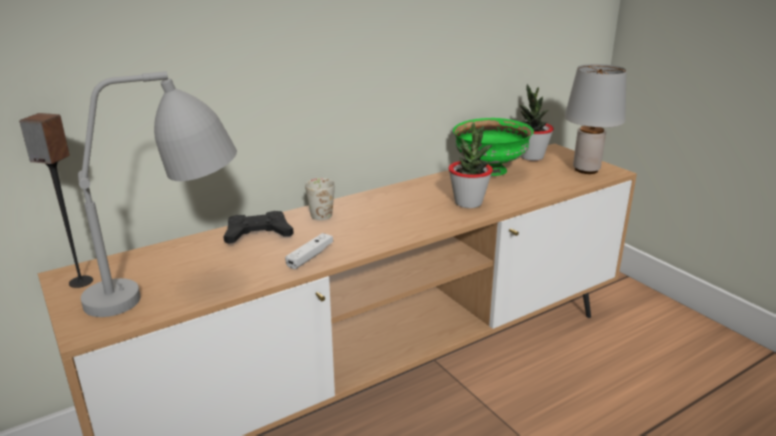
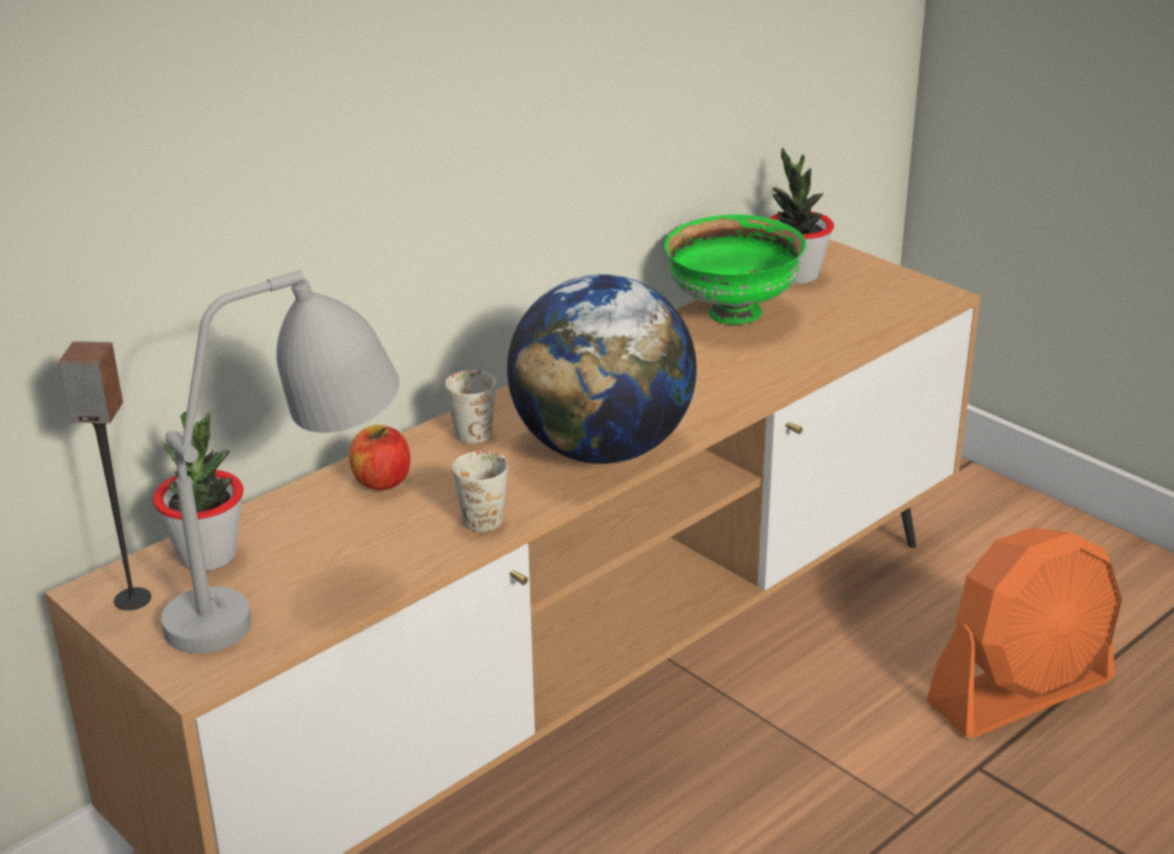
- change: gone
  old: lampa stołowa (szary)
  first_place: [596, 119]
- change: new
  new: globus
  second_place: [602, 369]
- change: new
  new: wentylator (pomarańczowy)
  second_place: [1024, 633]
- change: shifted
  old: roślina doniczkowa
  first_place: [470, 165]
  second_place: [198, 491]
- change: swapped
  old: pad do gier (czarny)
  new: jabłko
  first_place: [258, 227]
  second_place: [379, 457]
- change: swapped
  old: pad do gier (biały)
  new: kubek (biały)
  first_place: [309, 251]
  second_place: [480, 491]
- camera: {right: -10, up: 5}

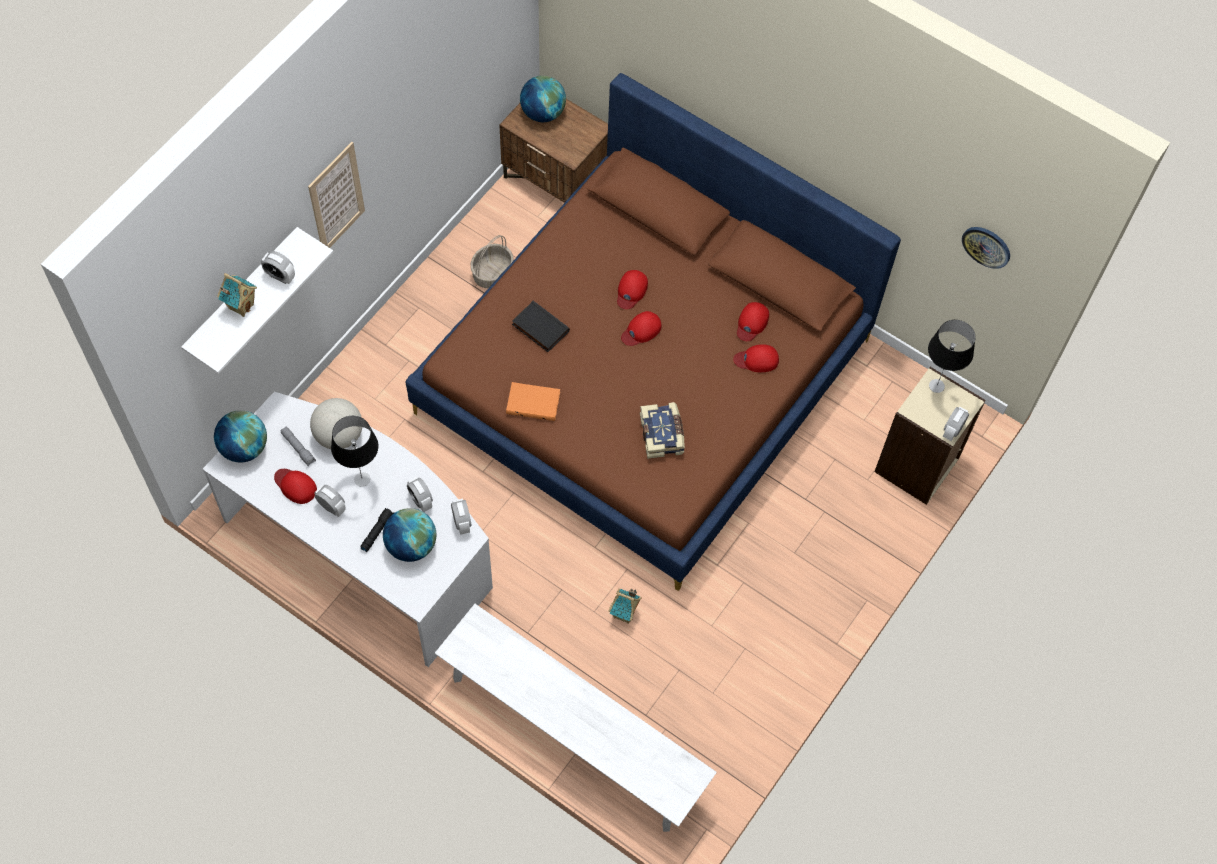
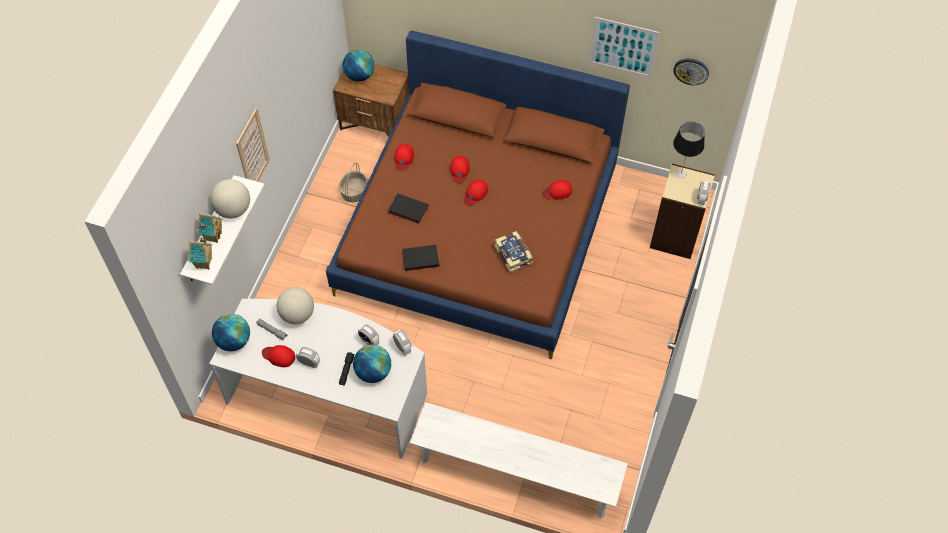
- change: gone
  old: lampa stołowa
  first_place: [354, 451]
- change: new
  new: obraz
  second_place: [624, 47]
- change: shifted
  old: domek
  first_place: [625, 606]
  second_place: [200, 253]
- change: shifted
  old: czapka z daszkiem (czerwony)
  first_place: [753, 321]
  second_place: [404, 157]
- change: swapped
  old: budzik
  new: globus
  first_place: [278, 267]
  second_place: [230, 199]
- change: repainted
  old: książka (pomarańczowy)
  new: książka (czarny)
  first_place: [533, 401]
  second_place: [420, 258]
- camera: {right: -15, up: -5}

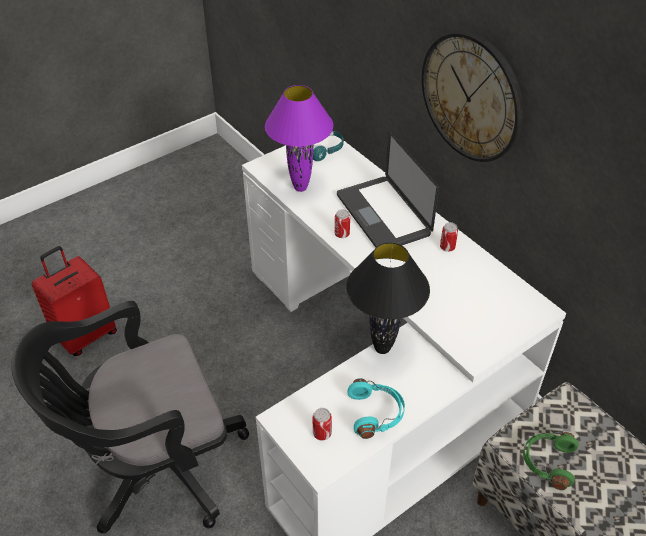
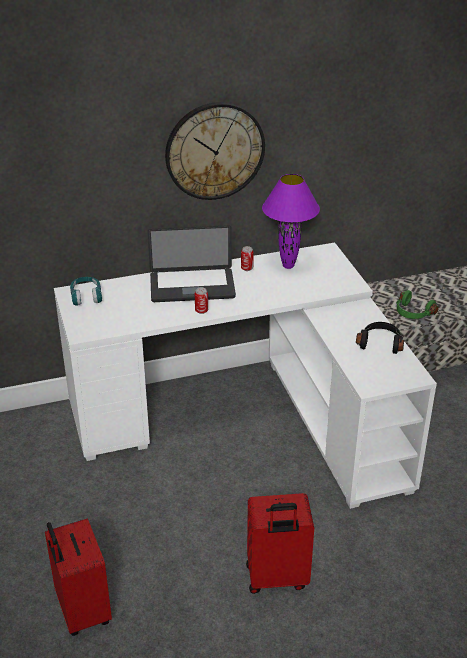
- change: gone
  old: puszka
  first_place: [322, 424]
- change: gone
  old: lampa stołowa (czarny)
  first_place: [388, 298]
- change: shifted
  old: lampa stołowa (fioletowy)
  first_place: [299, 138]
  second_place: [291, 221]
- change: swapped
  old: krzesło biurowe (czarny)
  new: walizka (czerwony)
  first_place: [130, 417]
  second_place: [280, 543]
- change: repainted
  old: słuchawki (turkusowy)
  new: słuchawki (czarny)
  first_place: [376, 408]
  second_place: [380, 338]
- camera: {right: -70, up: -10}

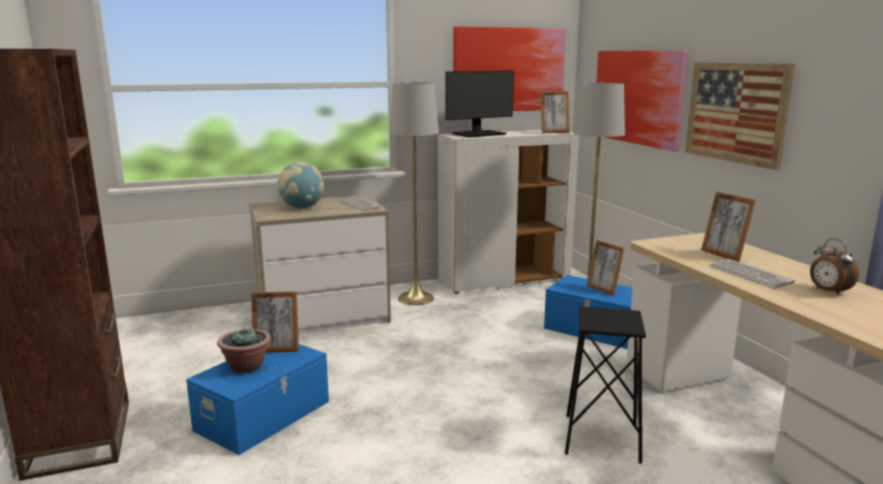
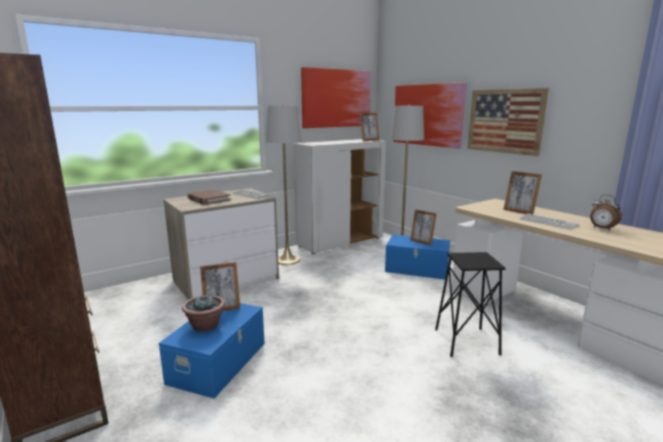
- change: gone
  old: monitor
  first_place: [479, 104]
- change: swapped
  old: globus
  new: książka (brązowy)
  first_place: [300, 185]
  second_place: [209, 197]
- camera: {right: -15, up: 0}

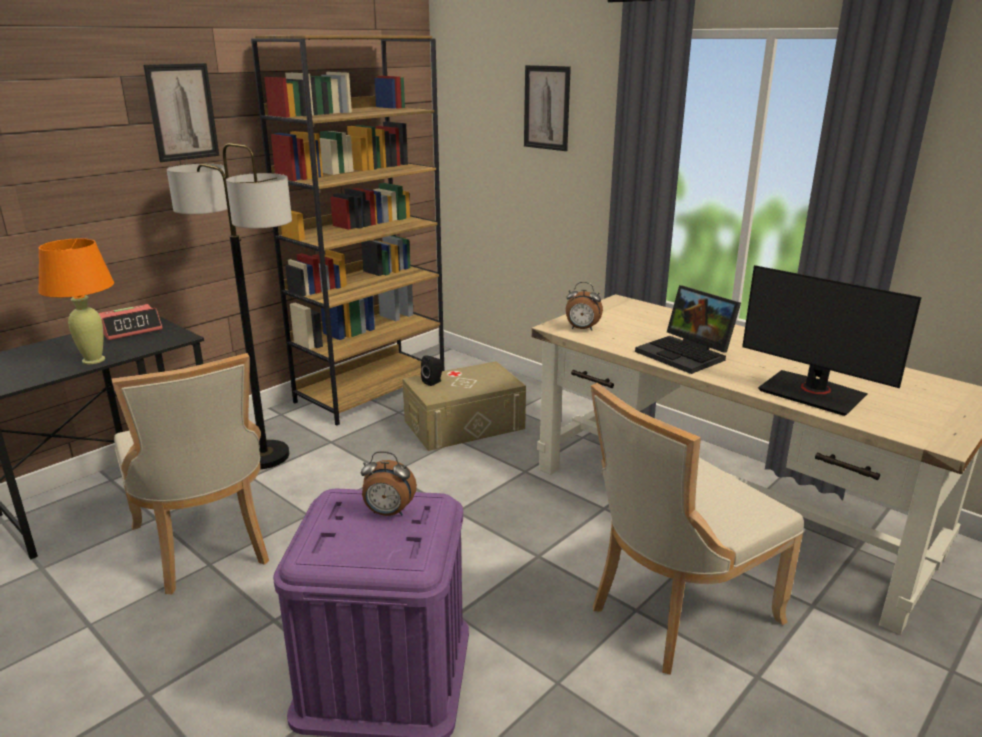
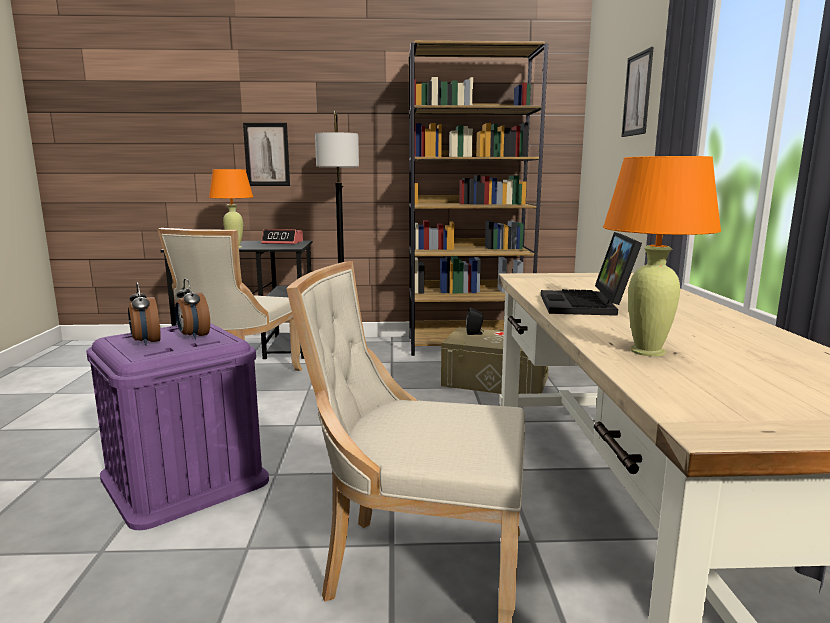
- change: shifted
  old: obraz
  first_place: [181, 112]
  second_place: [266, 154]
- change: shifted
  old: budzik
  first_place: [584, 306]
  second_place: [144, 314]
- change: swapped
  old: monitor
  new: lampa stołowa (pomarańczowy)
  first_place: [832, 340]
  second_place: [662, 256]
- camera: {right: 45, up: -10}

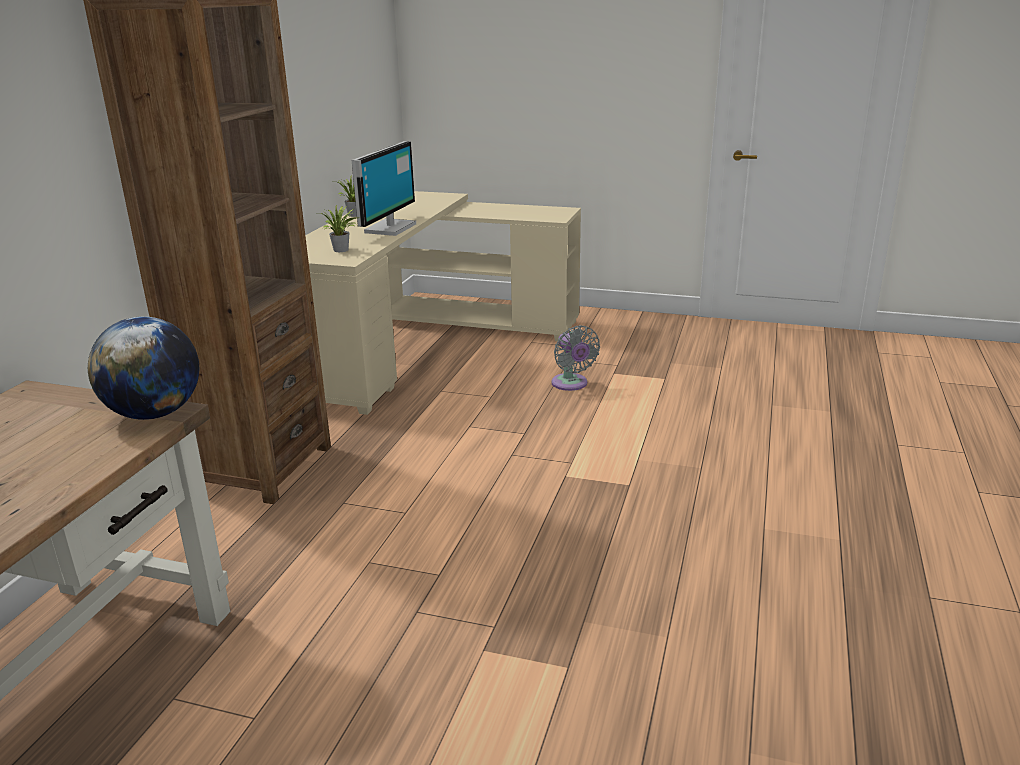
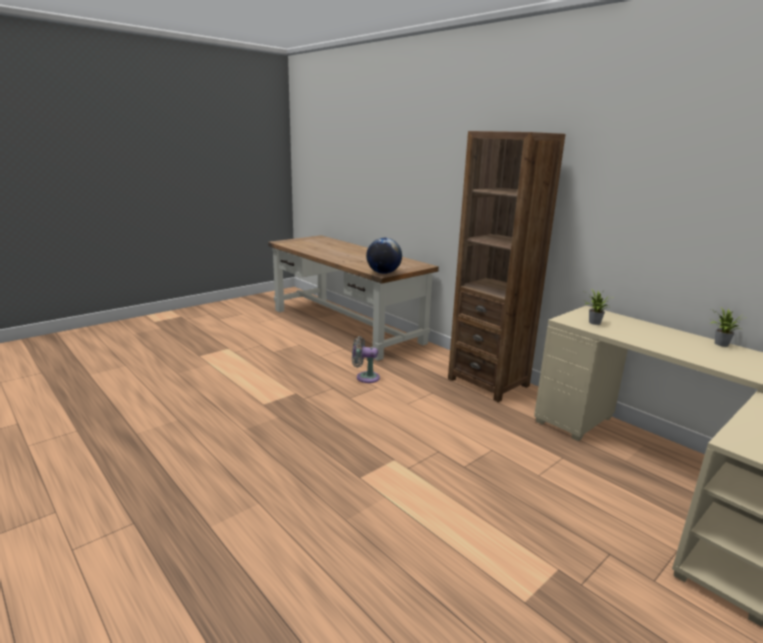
- change: gone
  old: monitor
  first_place: [384, 188]
- change: shifted
  old: wentylator (szary)
  first_place: [576, 358]
  second_place: [366, 359]
- camera: {right: 120, up: -5}

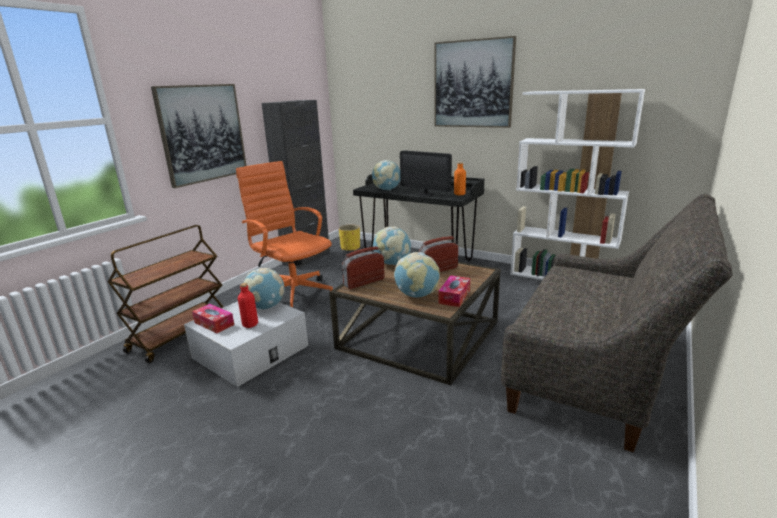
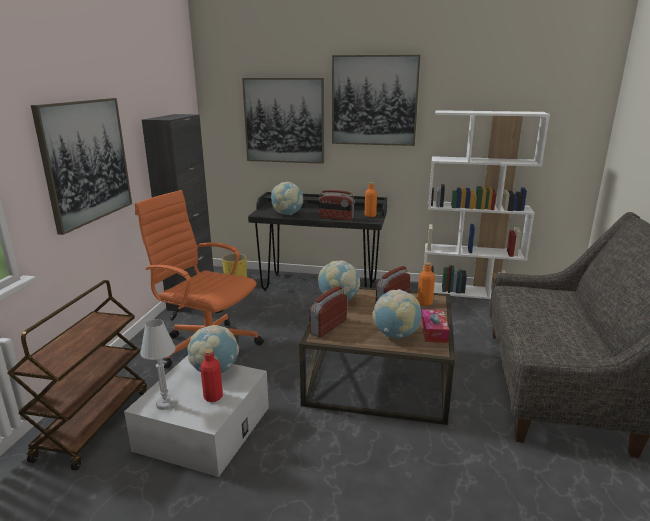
- change: new
  new: obraz
  second_place: [283, 121]
- change: new
  new: butelka (pomarańczowy)
  second_place: [426, 284]
- change: swapped
  old: pudełko chusteczek
  new: lampa stołowa (biały)
  first_place: [213, 319]
  second_place: [158, 364]
- change: swapped
  old: monitor
  new: radio
  first_place: [426, 173]
  second_place: [337, 205]
- camera: {right: -20, up: 0}

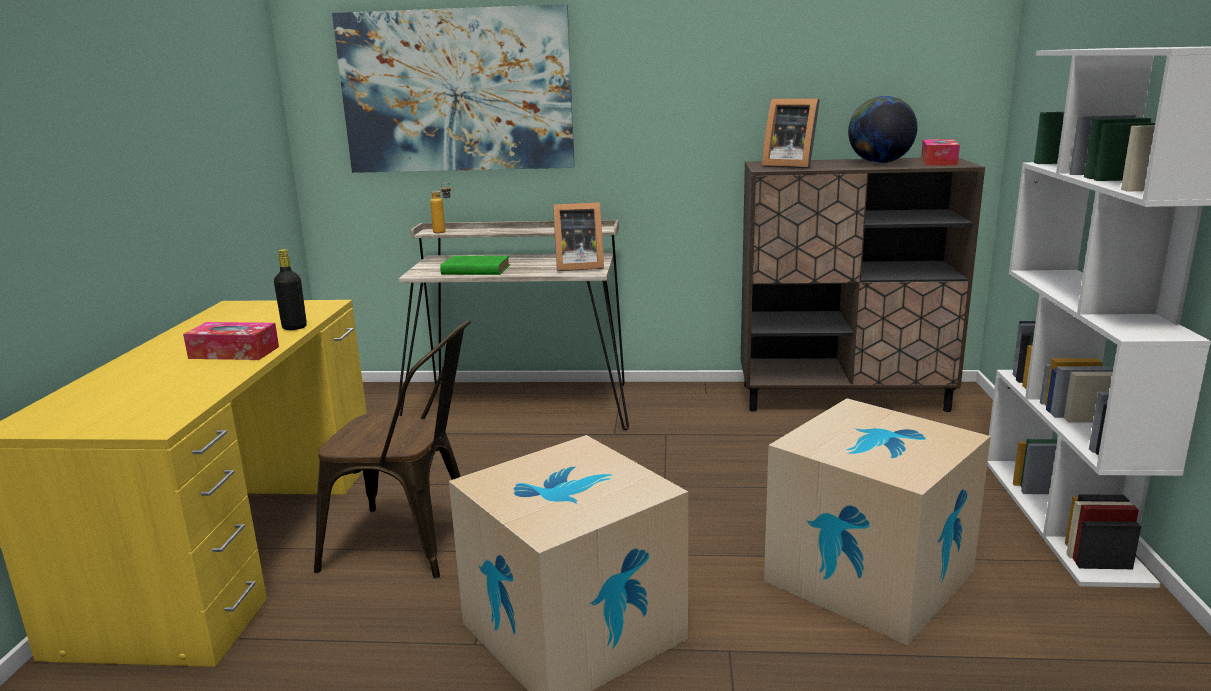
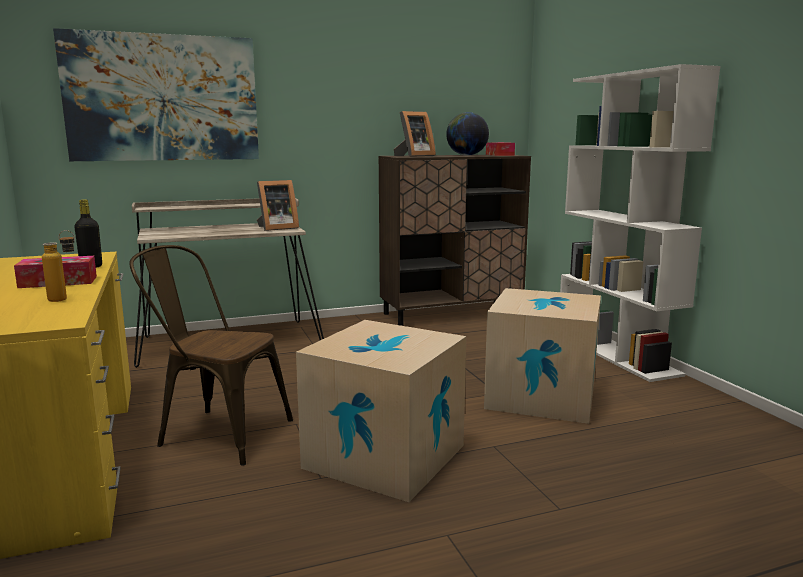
- change: gone
  old: książka (zielony)
  first_place: [475, 265]
- change: shifted
  old: butelka
  first_place: [440, 208]
  second_place: [58, 266]
- change: rotated
  old: krzesło (brązowy)
  first_place: [392, 449]
  second_place: [211, 355]
  degrees: -150
- change: rotated
  old: ramka na zdjęcie
  first_place: [791, 133]
  second_place: [415, 134]
  degrees: -45
- camera: {right: -25, up: -5}

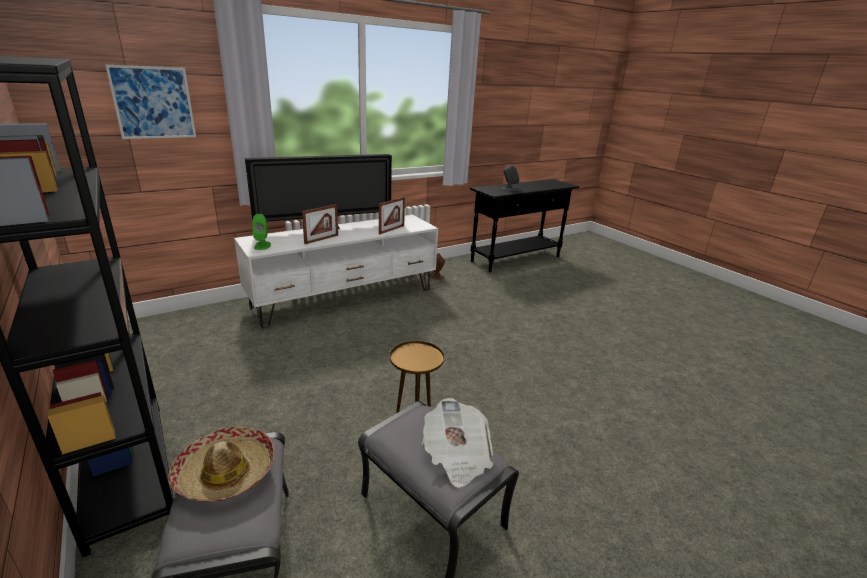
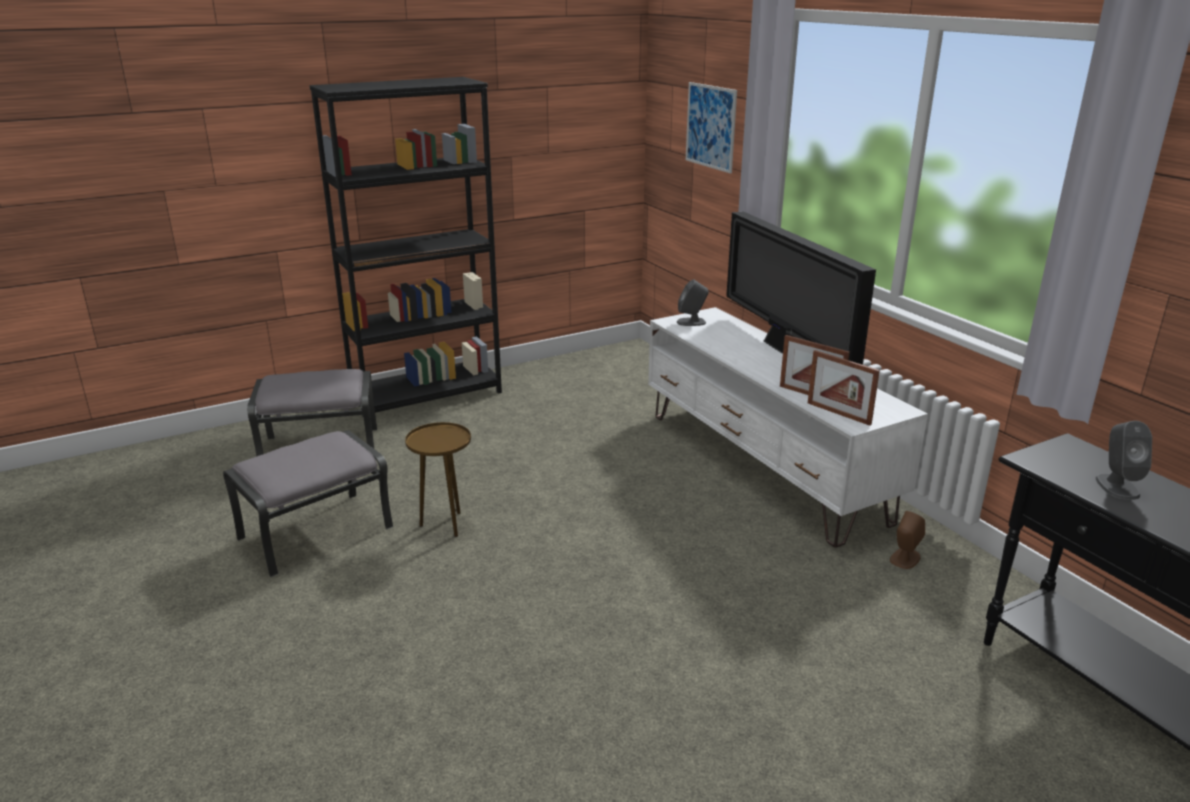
- change: gone
  old: kapelusz
  first_place: [221, 464]
- change: gone
  old: gazeta
  first_place: [457, 443]
- change: shifted
  old: ramka na zdjęcie
  first_place: [320, 224]
  second_place: [844, 388]
- change: repainted
  old: głośnik (zielony)
  new: głośnik (szary)
  first_place: [261, 232]
  second_place: [693, 302]
- camera: {right: 95, up: 0}

